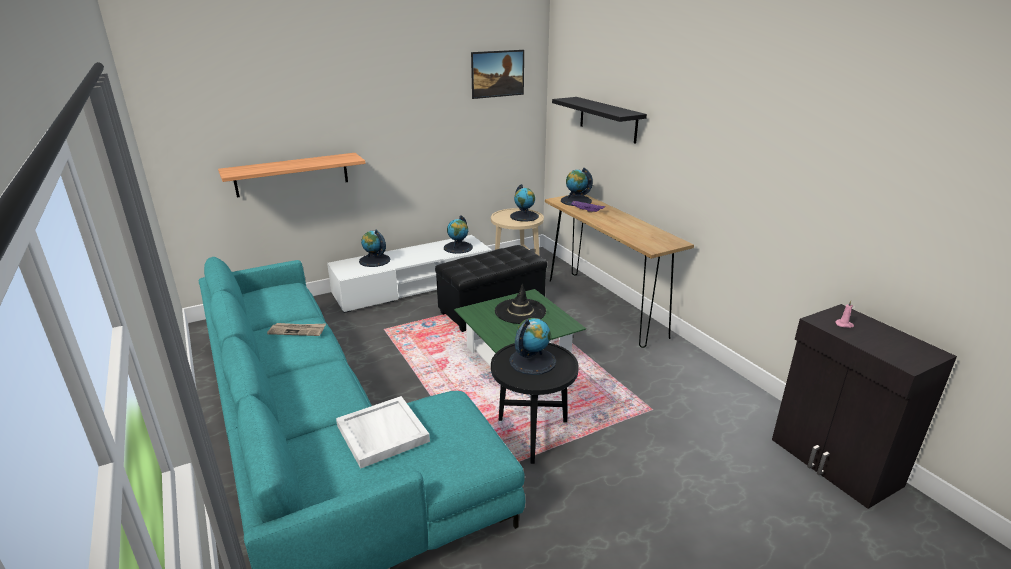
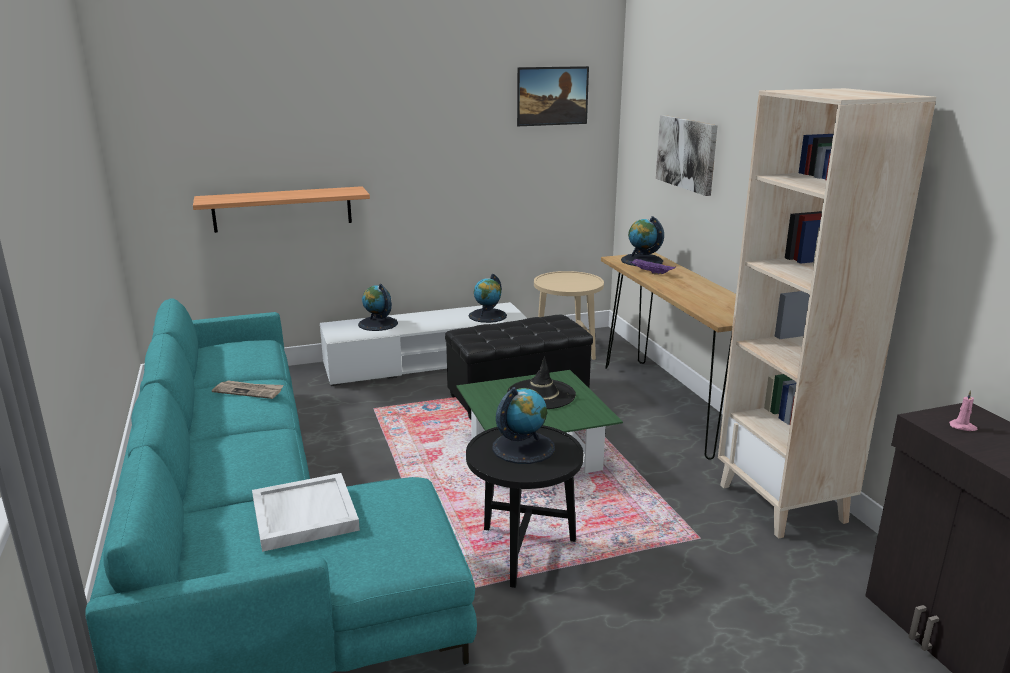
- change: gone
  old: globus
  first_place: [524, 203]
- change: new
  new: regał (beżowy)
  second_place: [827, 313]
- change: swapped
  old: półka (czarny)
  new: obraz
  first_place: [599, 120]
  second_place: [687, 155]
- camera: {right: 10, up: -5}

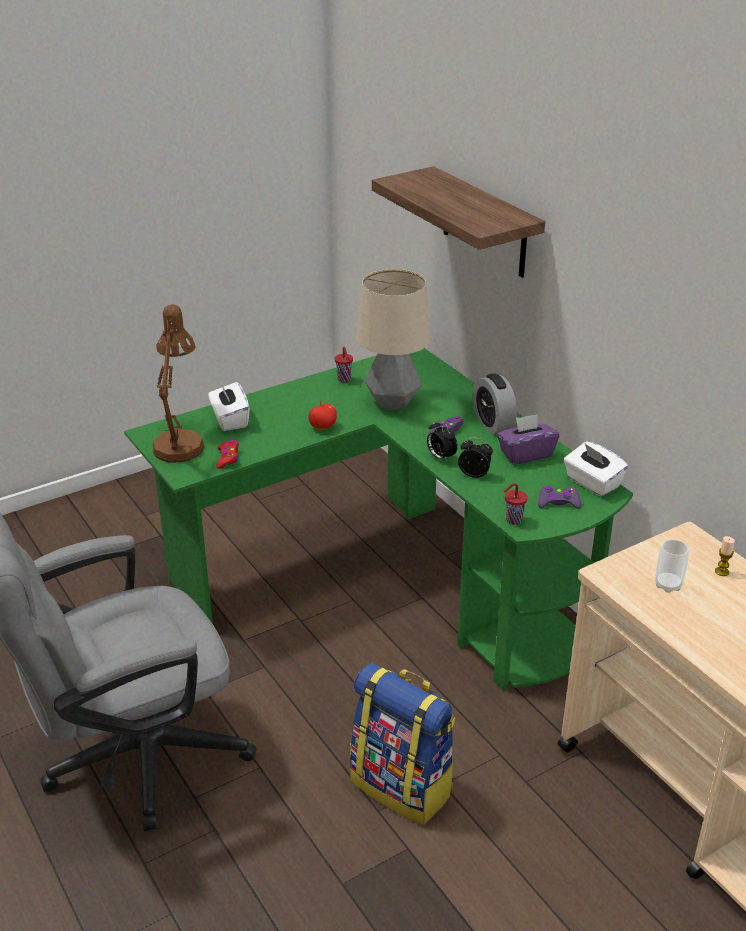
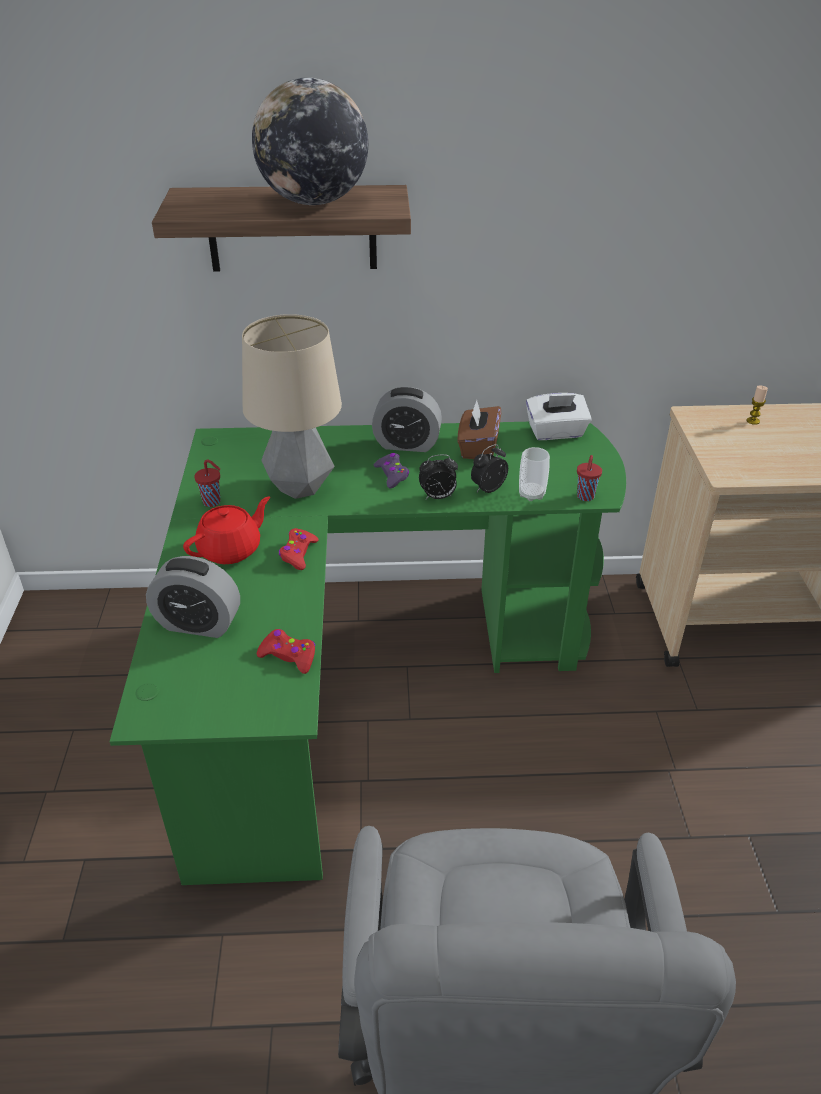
- change: gone
  old: lampa stołowa (brązowy)
  first_place: [178, 383]
- change: gone
  old: plecak
  first_place: [402, 744]
- change: gone
  old: pad do gier (fioletowy)
  first_place: [559, 497]
- change: new
  new: imbryk (czerwony)
  second_place: [226, 530]
- change: new
  new: globus
  second_place: [310, 141]
- change: shifted
  old: filiżanka
  first_place: [672, 566]
  second_place: [534, 474]
- change: swapped
  old: pudełko chusteczek (biały)
  new: budzik
  first_place: [229, 406]
  second_place: [193, 597]
- change: swapped
  old: jabłko
  new: pad do gier (czerwony)
  first_place: [322, 415]
  second_place: [299, 549]
- change: repainted
  old: pudełko chusteczek (fioletowy)
  new: pudełko chusteczek (brązowy)
  first_place: [528, 439]
  second_place: [479, 429]
- camera: {right: -60, up: 5}

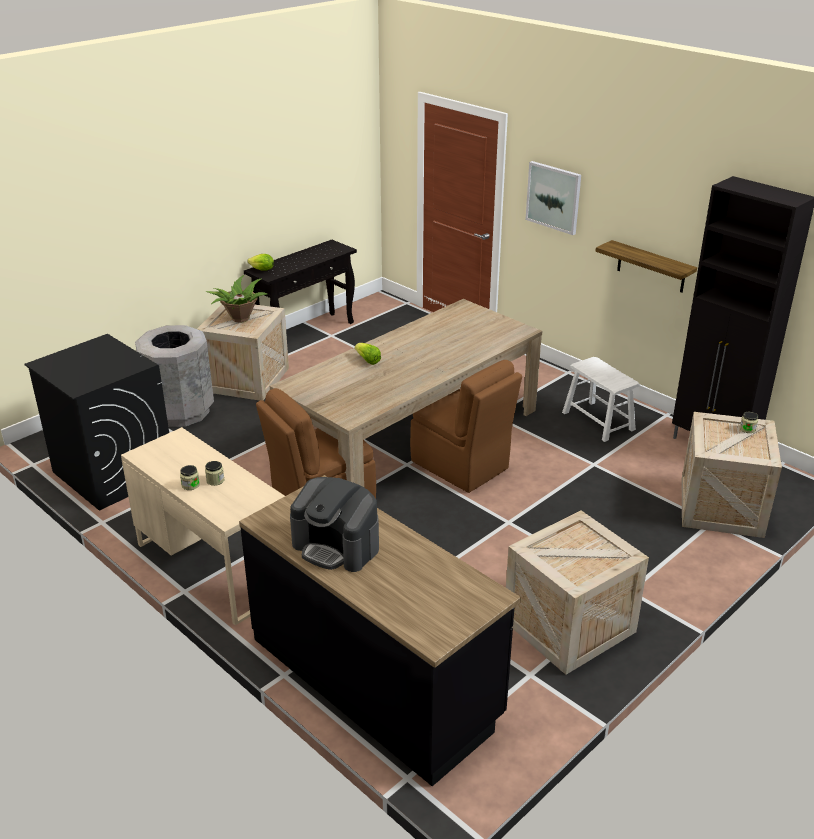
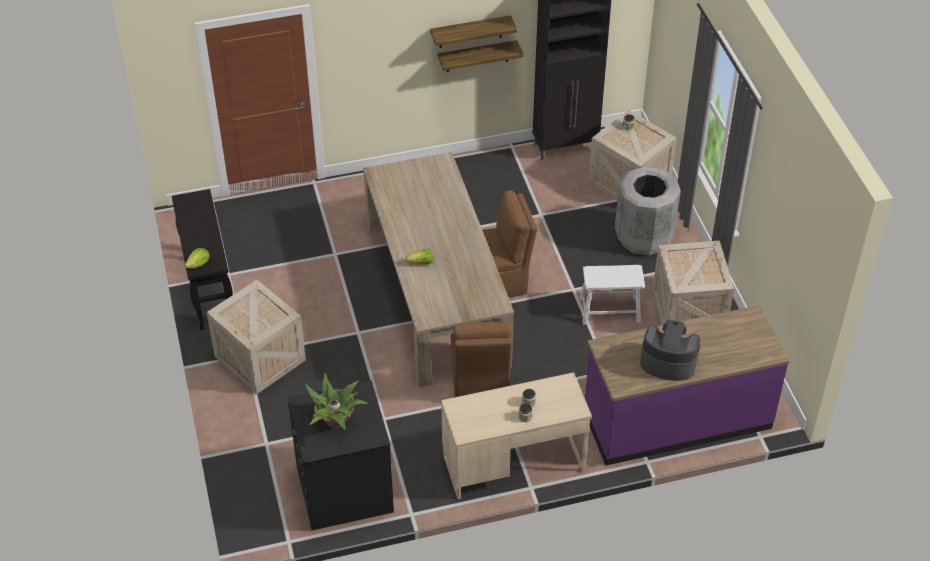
- change: gone
  old: obraz
  first_place: [553, 198]
- change: new
  new: półka
  second_place: [474, 31]
- change: shifted
  old: kosz na śmieci (szary)
  first_place: [174, 376]
  second_place: [648, 210]
- change: shifted
  old: roślina doniczkowa
  first_place: [236, 299]
  second_place: [336, 401]
- change: shifted
  old: stołek (biały)
  first_place: [601, 399]
  second_place: [612, 295]
- change: repainted
  old: zabudowa kuchenna (czarny)
  new: zabudowa kuchenna (fioletowy)
  first_place: [380, 630]
  second_place: [687, 385]
- change: rotated
  old: ekspres do kawy
  first_place: [334, 524]
  second_place: [670, 350]
  degrees: -135
- camera: {right: -60, up: 15}

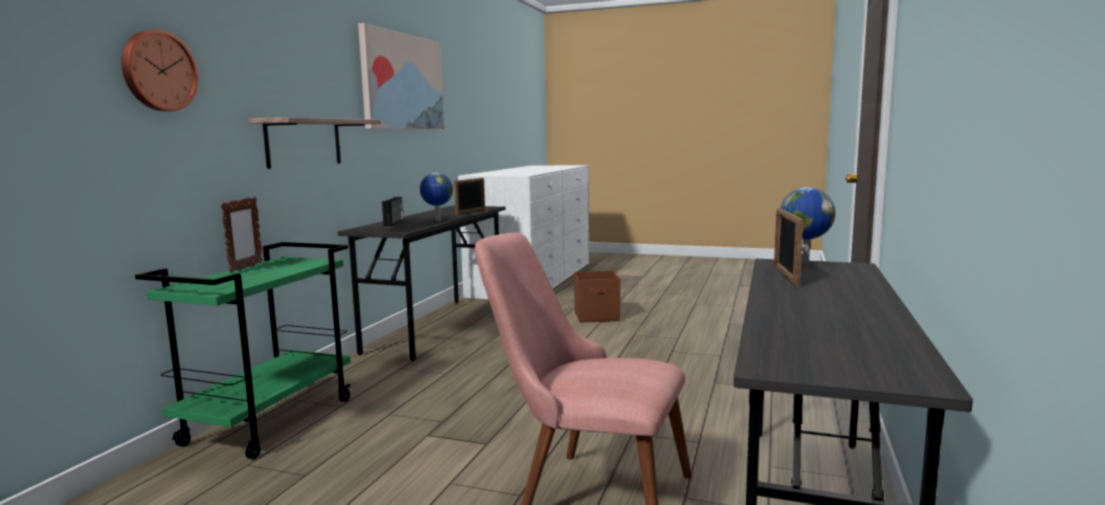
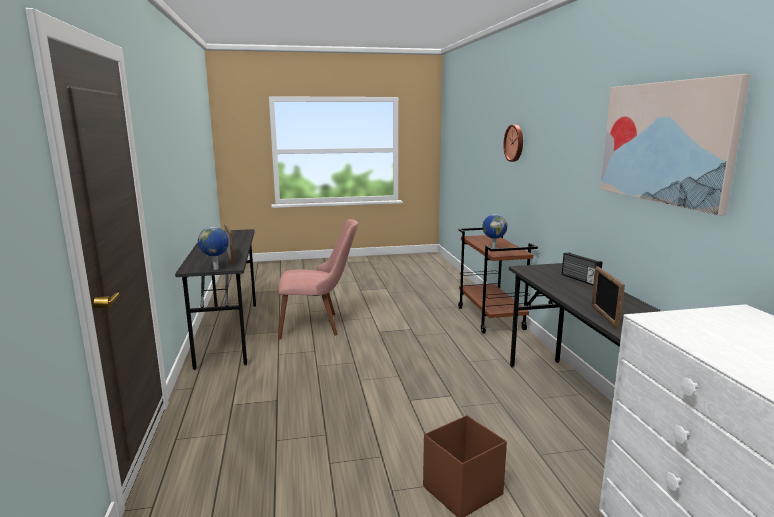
- change: gone
  old: ramka na zdjęcie
  first_place: [242, 234]
- change: gone
  old: półka
  first_place: [314, 143]
- change: shifted
  old: globus
  first_place: [436, 197]
  second_place: [495, 231]
- change: repainted
  old: wózek (zielony)
  new: wózek (brązowy)
  first_place: [243, 350]
  second_place: [498, 281]
- camera: {right: 150, up: 5}

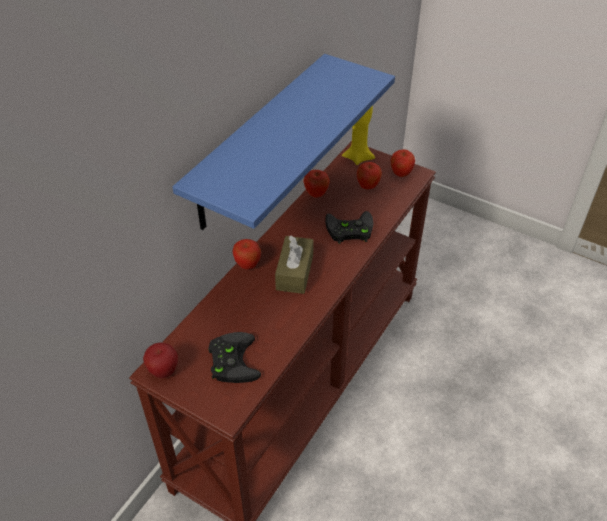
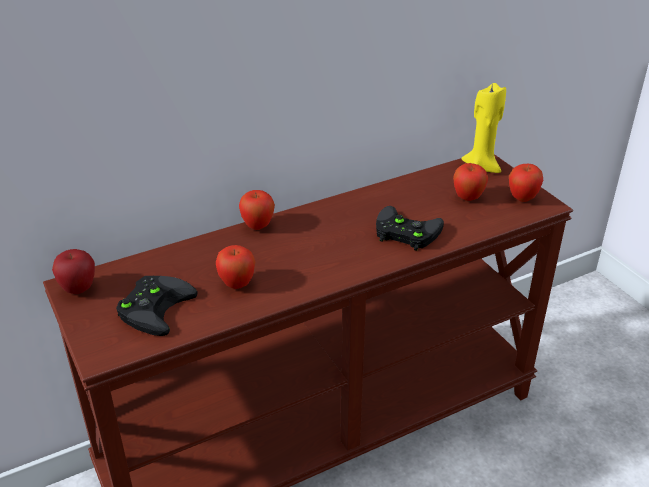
- change: gone
  old: półka (niebieski)
  first_place: [284, 142]
- change: gone
  old: pudełko chusteczek (brązowy)
  first_place: [294, 264]
- change: shifted
  old: jabłko
  first_place: [316, 184]
  second_place: [235, 267]
- camera: {right: 30, up: -10}

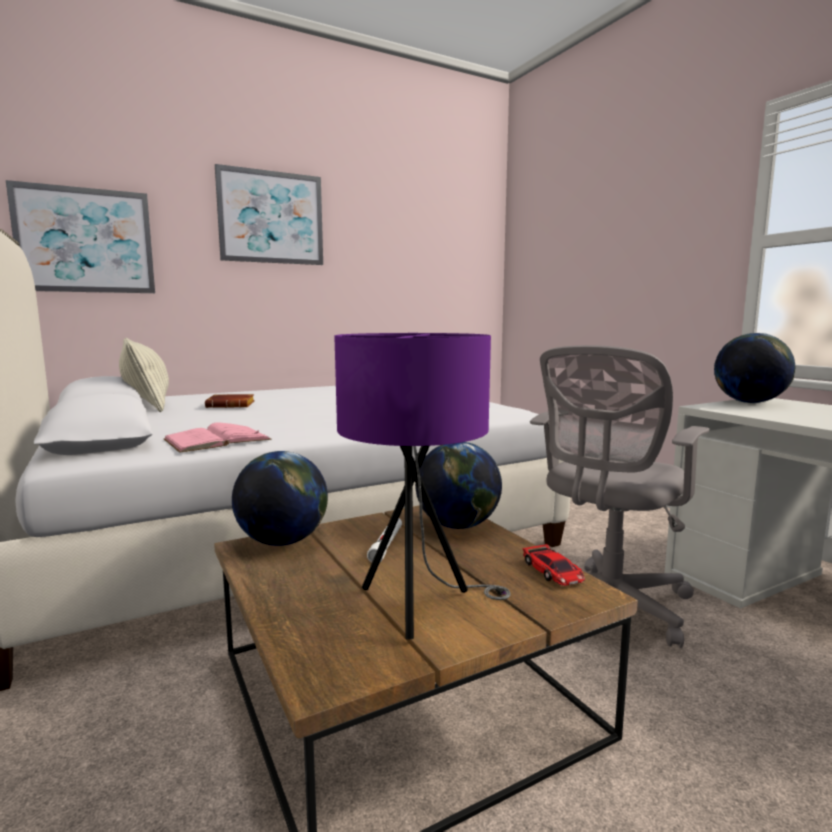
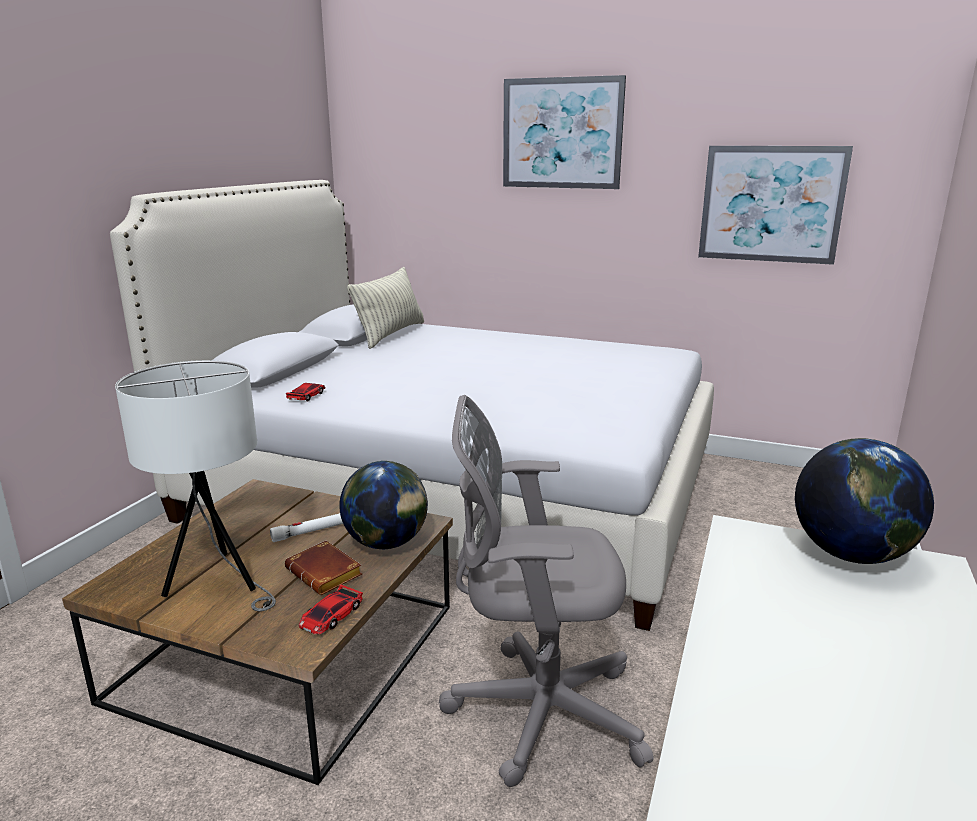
- change: gone
  old: globus
  first_place: [280, 498]
- change: shifted
  old: obraz
  first_place: [80, 236]
  second_place: [775, 205]
- change: shifted
  old: książka (brązowy)
  first_place: [230, 401]
  second_place: [323, 567]
- change: swapped
  old: książka (różowy)
  new: samochodzik
  first_place: [217, 437]
  second_place: [305, 392]
- change: repainted
  old: lampa stołowa (fioletowy)
  new: lampa stołowa (biały)
  first_place: [422, 486]
  second_place: [195, 485]
- camera: {right: 50, up: 10}

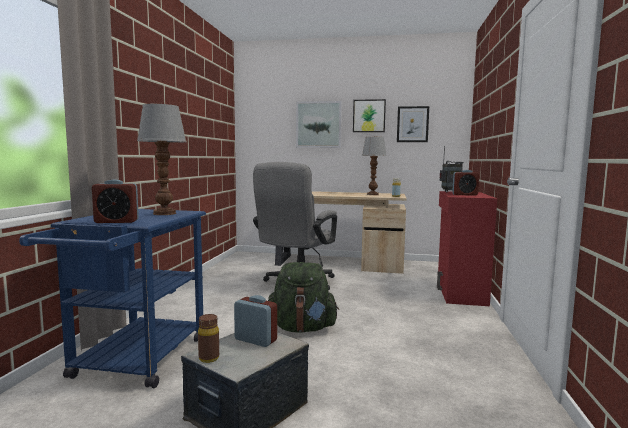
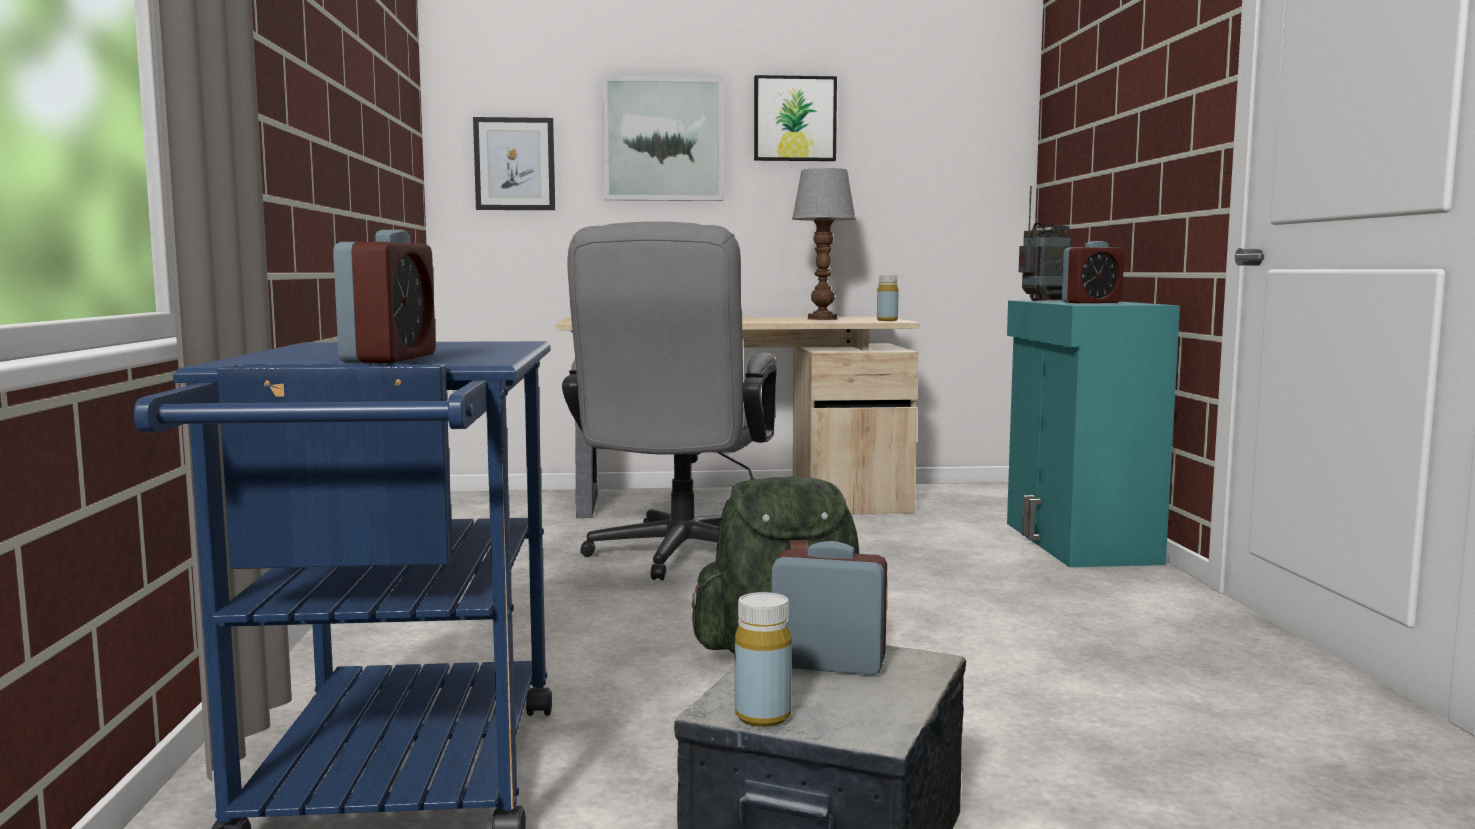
- change: gone
  old: lampa stołowa
  first_place: [162, 159]
- change: shifted
  old: obraz
  first_place: [413, 124]
  second_place: [514, 163]
- change: repainted
  old: butelka (brązowy)
  new: butelka (żółty)
  first_place: [208, 338]
  second_place: [763, 659]
- change: repainted
  old: szafka (czerwony)
  new: szafka (turkusowy)
  first_place: [467, 248]
  second_place: [1093, 433]
- change: rotated
  old: budzik
  first_place: [115, 201]
  second_place: [384, 296]
  degrees: -60
- camera: {right: -15, up: 0}

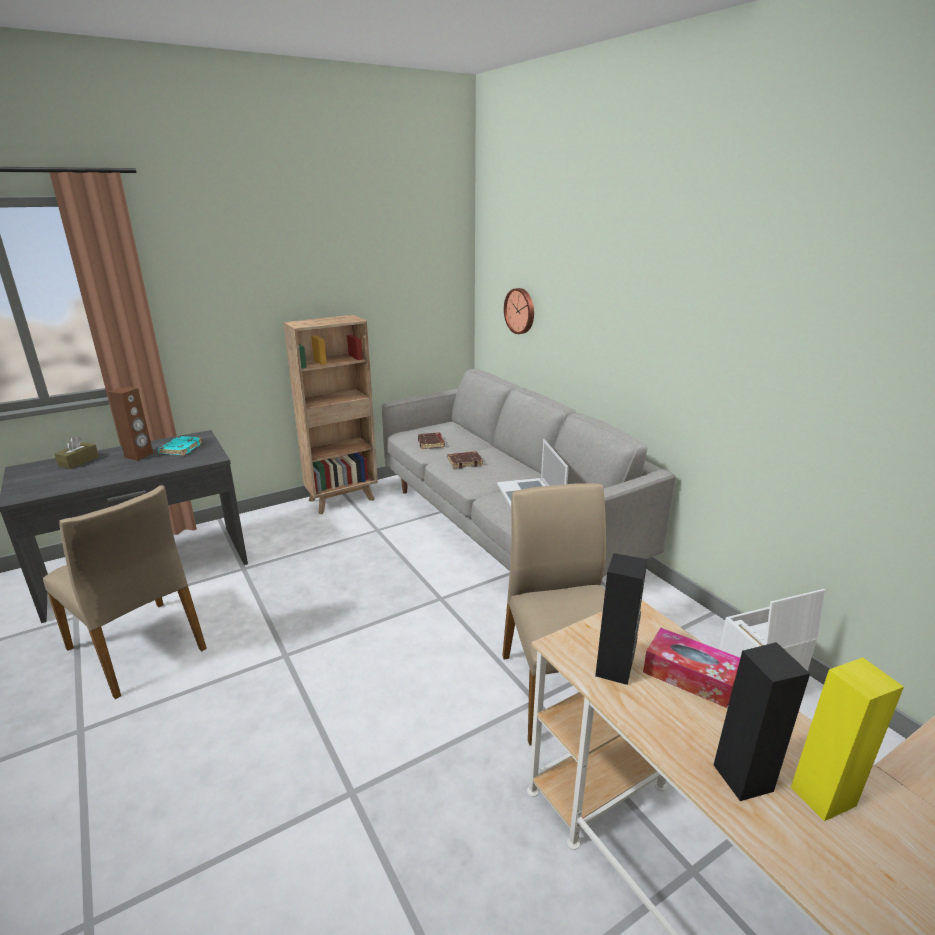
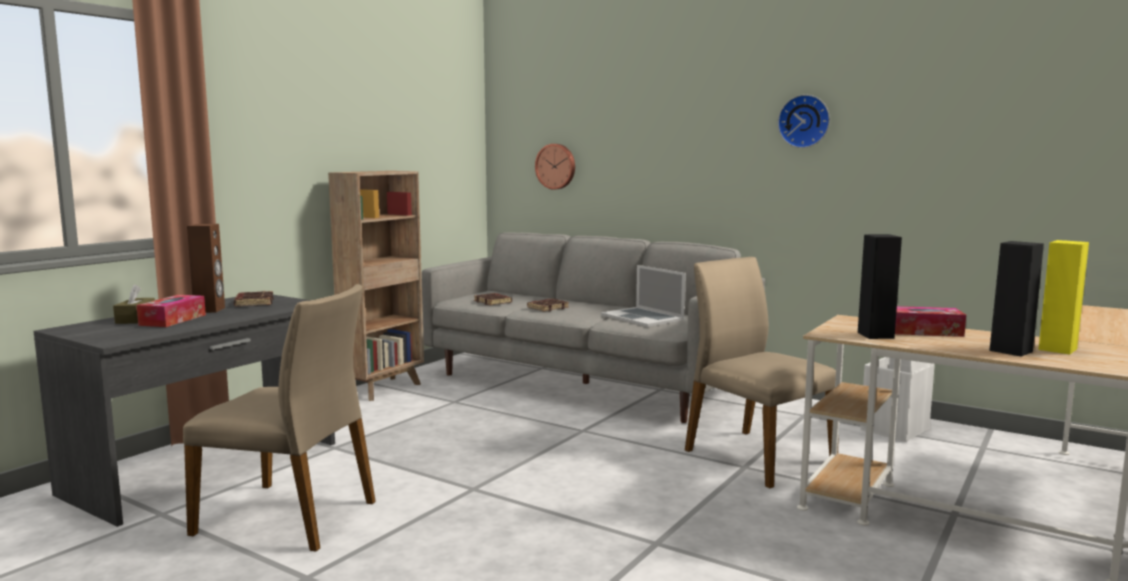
- change: new
  new: pudełko chusteczek
  second_place: [171, 311]
- change: new
  new: zegar ścienny
  second_place: [804, 121]
- change: repainted
  old: książka (turkusowy)
  new: książka (brązowy)
  first_place: [180, 445]
  second_place: [253, 299]
- camera: {right: -25, up: -15}

